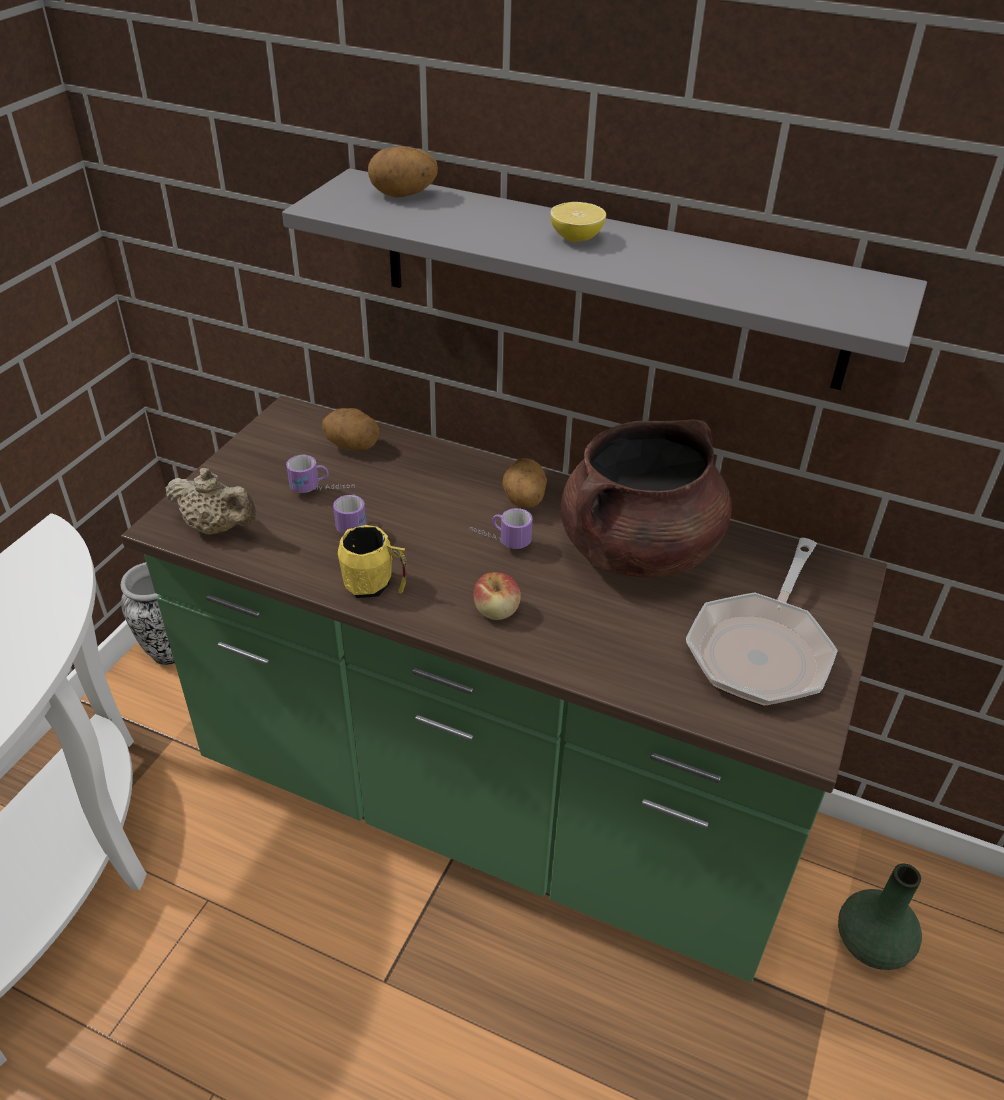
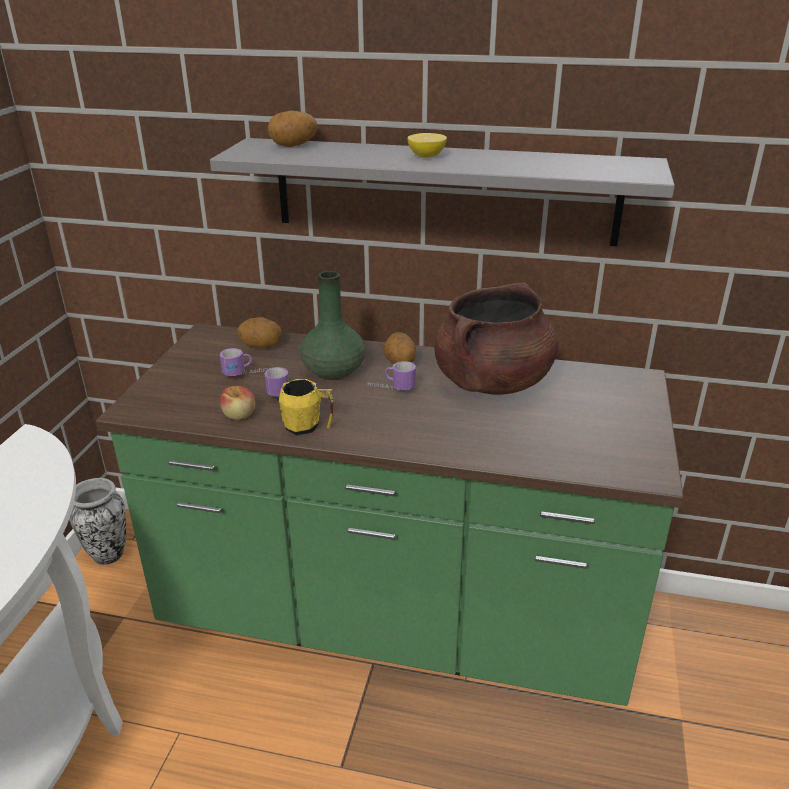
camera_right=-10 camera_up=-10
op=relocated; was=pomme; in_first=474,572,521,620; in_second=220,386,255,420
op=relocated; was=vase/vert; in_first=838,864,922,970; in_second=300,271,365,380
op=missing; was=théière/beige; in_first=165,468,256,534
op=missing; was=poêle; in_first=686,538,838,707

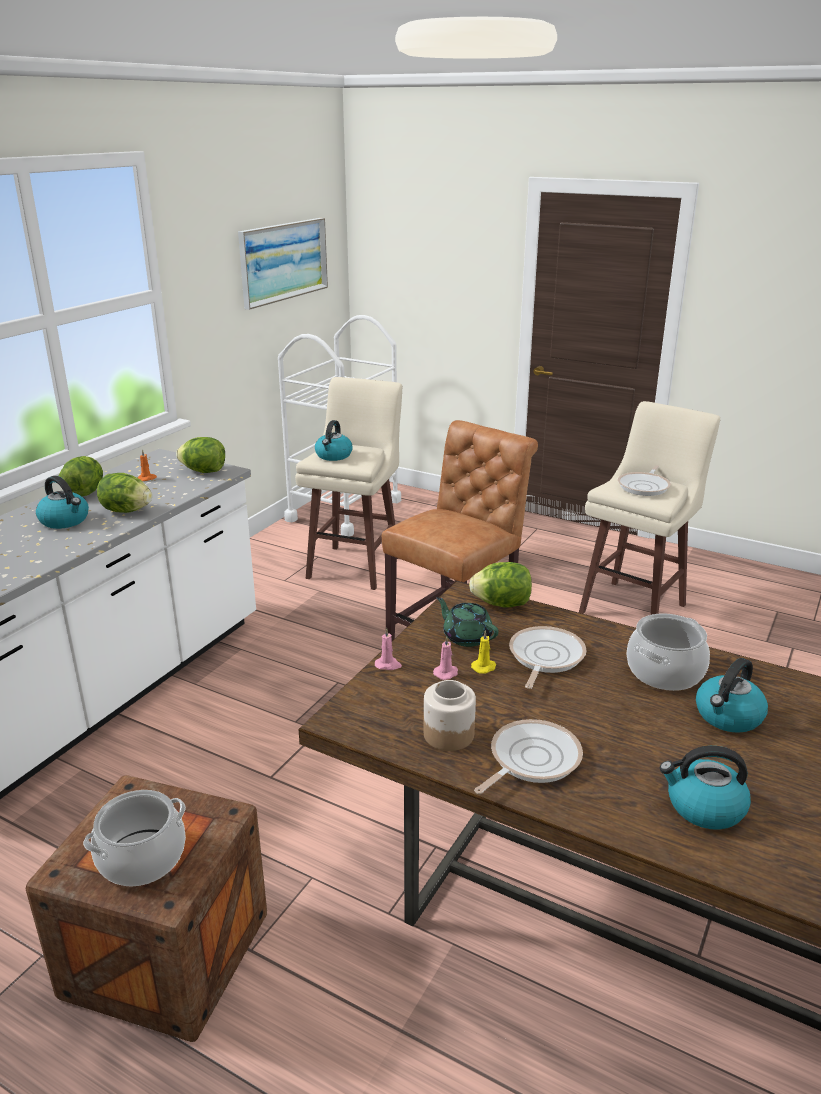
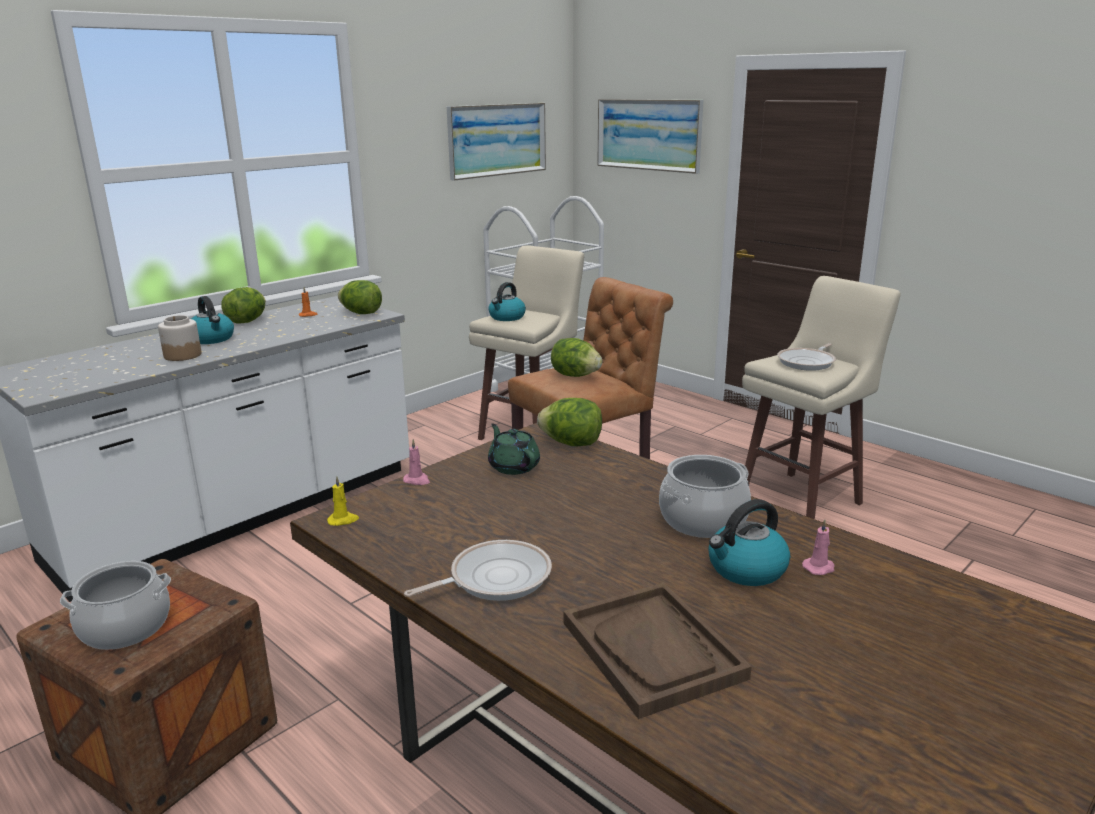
camera_right=15 camera_up=-5
op=relocated; was=bocal; in_first=424,680,476,751; in_second=158,315,202,361
op=relocated; was=bougie/jaune; in_first=471,630,496,674; in_second=327,476,359,526
op=relocated; was=laitue; in_first=97,473,152,513; in_second=551,338,602,377
op=exchanged; was=bouilloire; now=plateau/marron; in_first=660,746,751,830; in_second=563,582,751,719
op=appeared; now=tableau; in_second=597,99,704,174
op=relocated; was=bougie/rose; in_first=433,636,458,680; in_second=802,519,835,575
op=missing; was=poêle; in_first=509,626,587,689

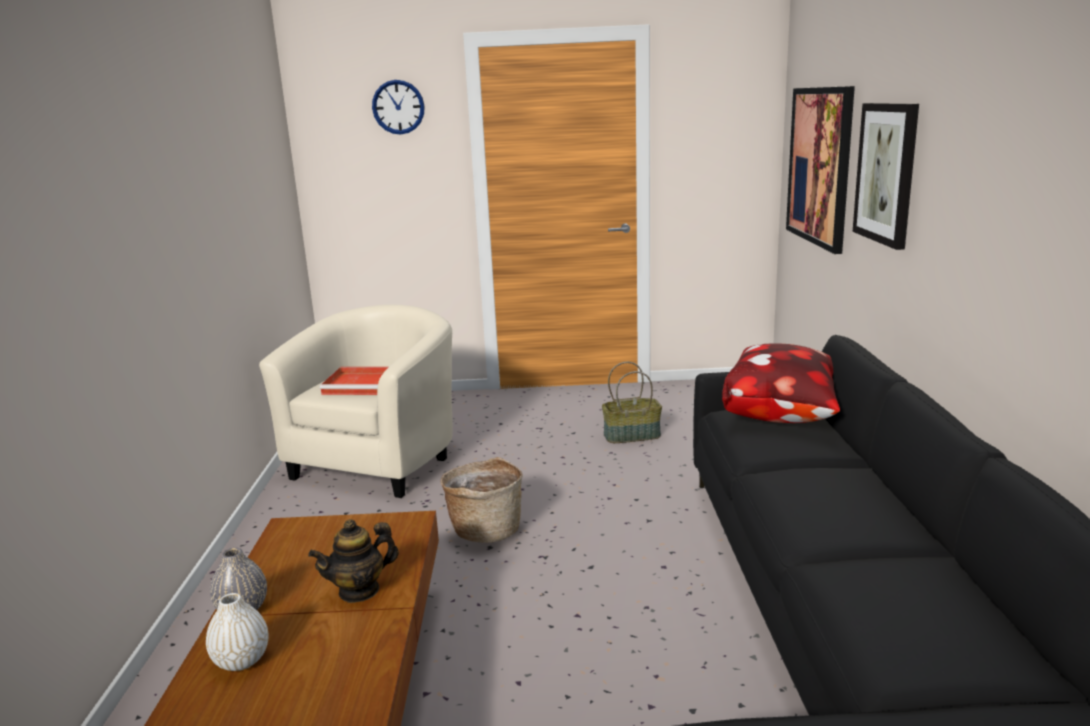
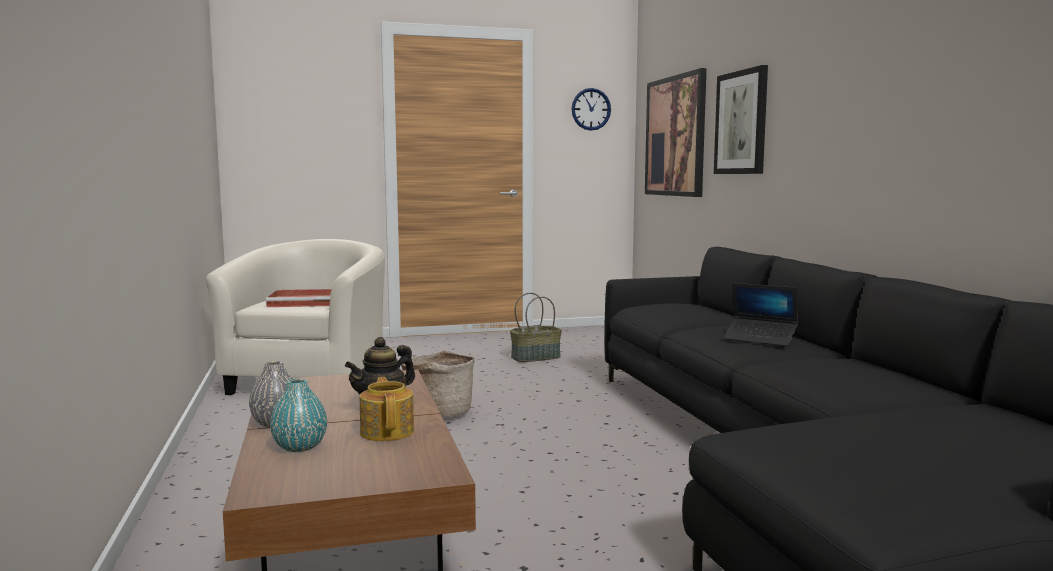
camera_right=-15 camera_up=-10
op=colour; was=vase/blanc; now=vase/turquoise; in_first=206,593,268,671; in_second=270,378,327,452
op=appeared; now=théière; in_second=360,377,414,441
op=relocated; was=horloge murale; in_first=372,80,425,135; in_second=571,88,611,131
op=appeared; now=ordinateur portable; in_second=724,283,798,346
op=missing; was=coussin; in_first=722,343,840,423

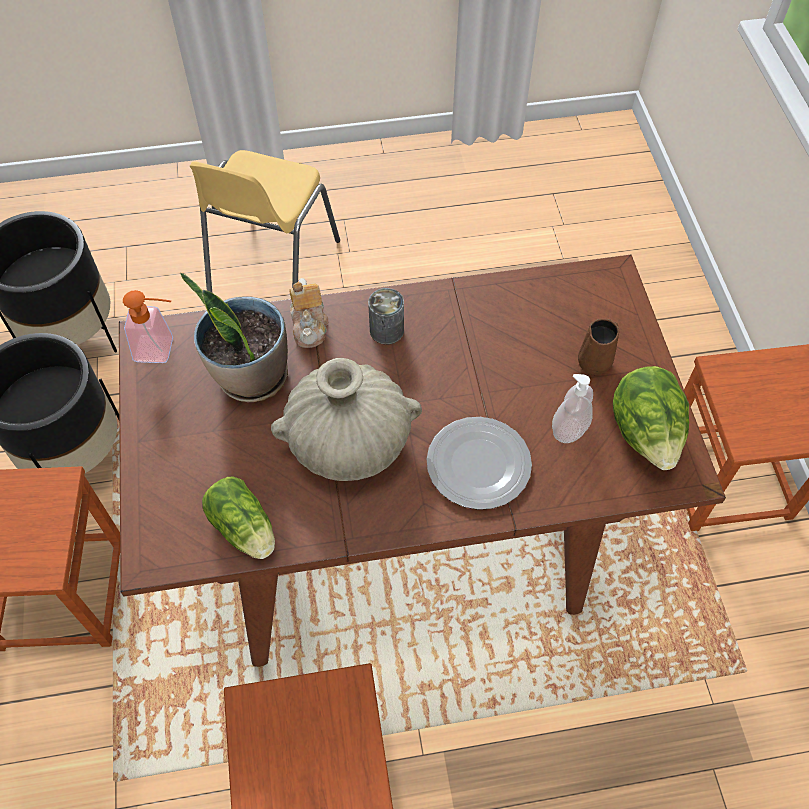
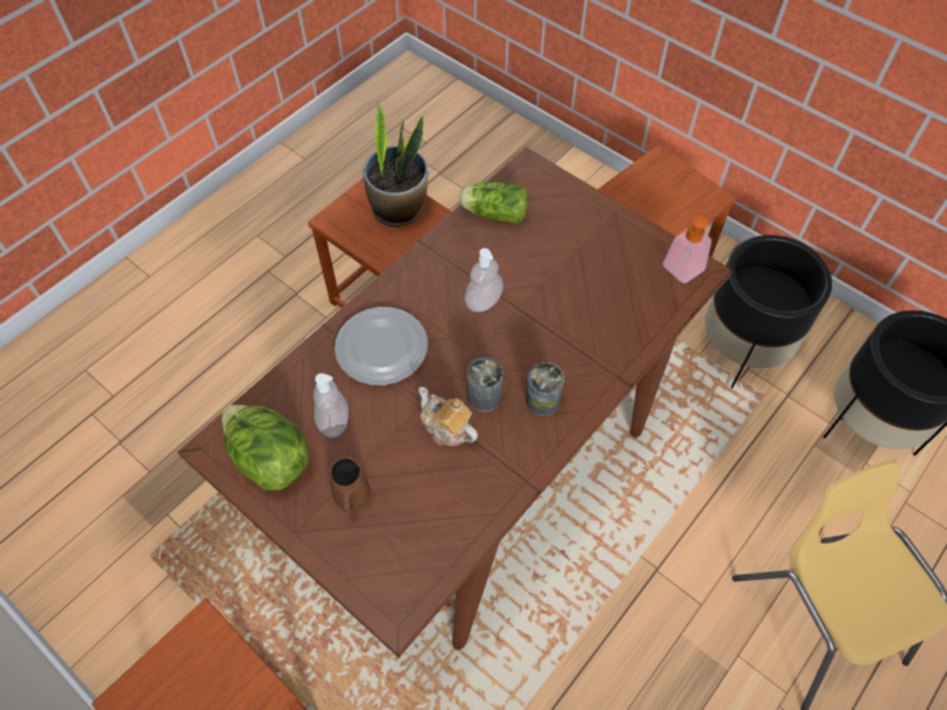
camera_right=140 camera_up=0
op=relocated; was=plante en pot; in_first=180,273,288,402; in_second=363,101,428,227
op=relocated; was=théière; in_first=289,278,329,348; in_second=418,387,478,446
op=exchanged; was=vase/beige; now=distributeur de savon; in_first=271,358,422,481; in_second=464,248,503,312
op=appeared; now=boîte métallique; in_second=467,358,503,412

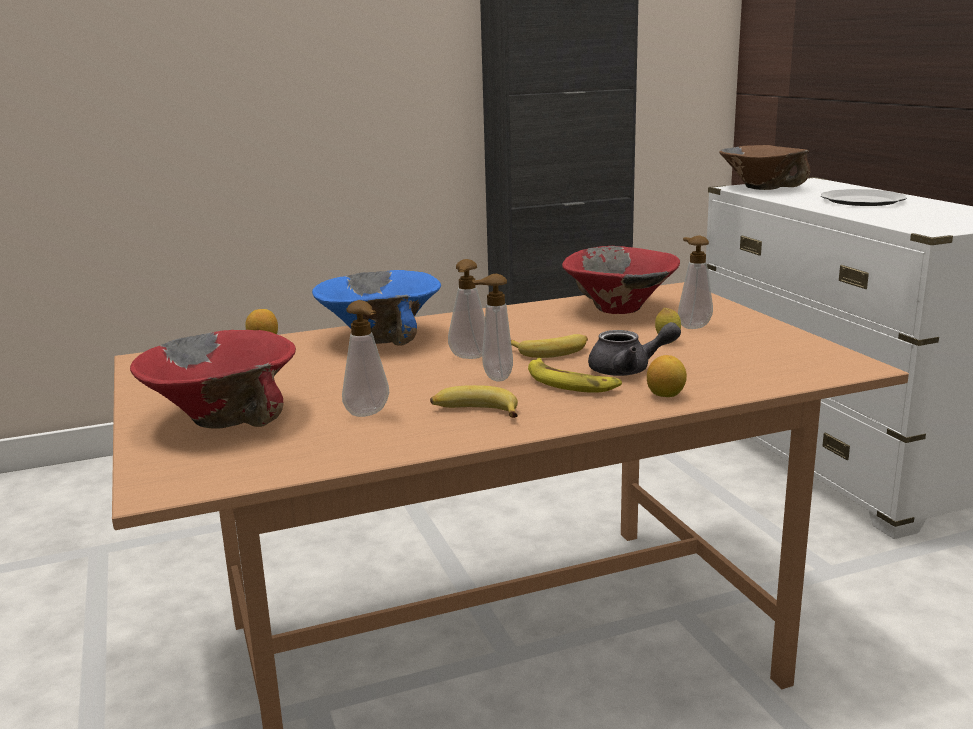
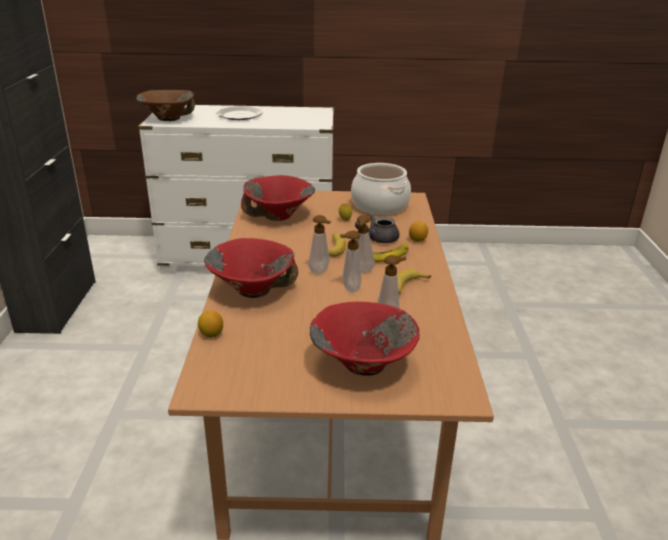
camera_right=-70 camera_up=10
op=colour; was=bol/bleu; now=bol/rouge; in_first=312,270,441,346; in_second=204,238,298,298
op=relocated; was=distributeur de savon; in_first=678,236,713,329; in_second=340,230,361,293
op=appeared; now=marmite; in_second=351,163,411,215
op=spun; was=théière/gris; in_first=588,322,681,376; in_second=355,214,399,243; clockwise=-135

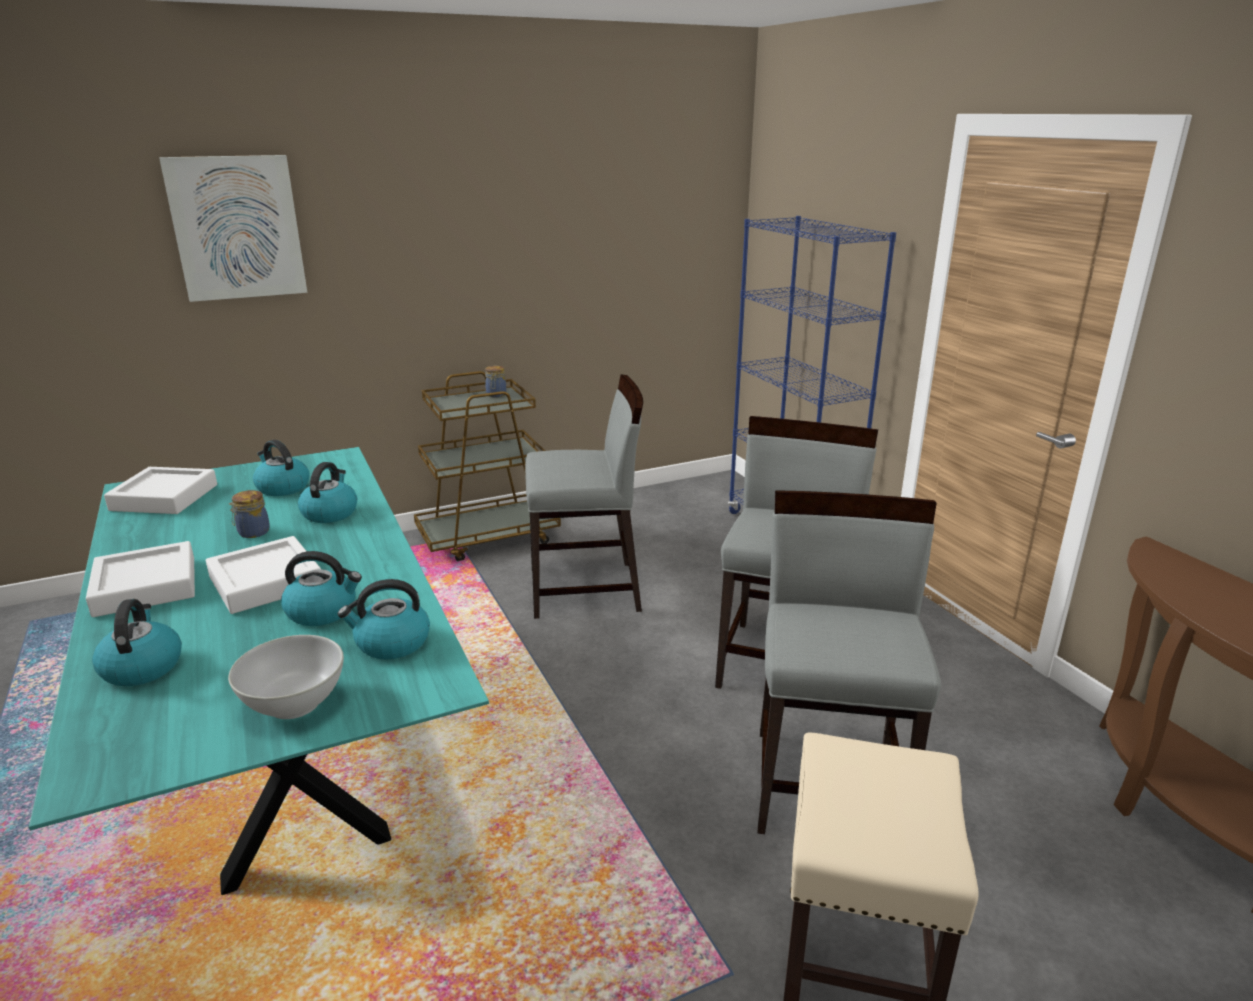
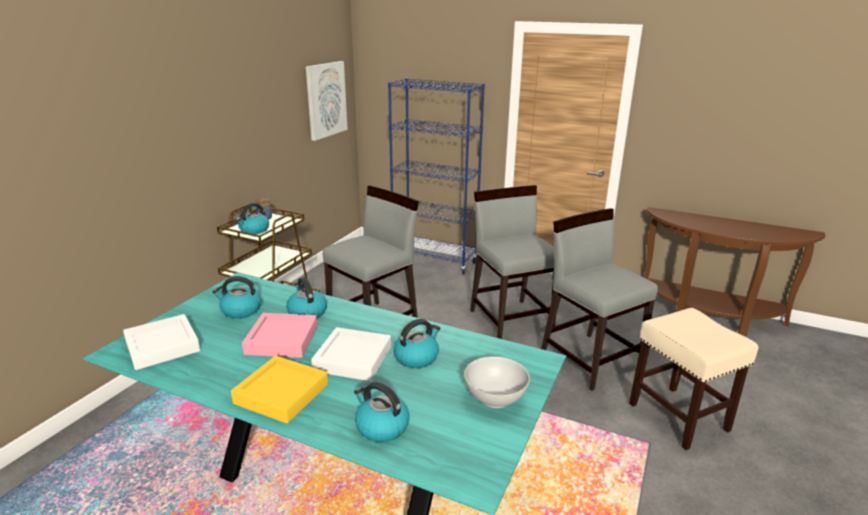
camera_right=-40 camera_up=0
op=colour; was=plateau/blanc; now=plateau/jaune; in_first=86,541,195,617; in_second=231,356,328,423
op=relocated; was=bouilloire; in_first=338,579,430,660; in_second=236,203,269,234
op=exchanged; was=bocal; now=plateau/rose; in_first=229,490,270,538; in_second=242,313,318,358
op=relocated; was=tableau; in_first=159,155,307,302; in_second=306,61,348,141

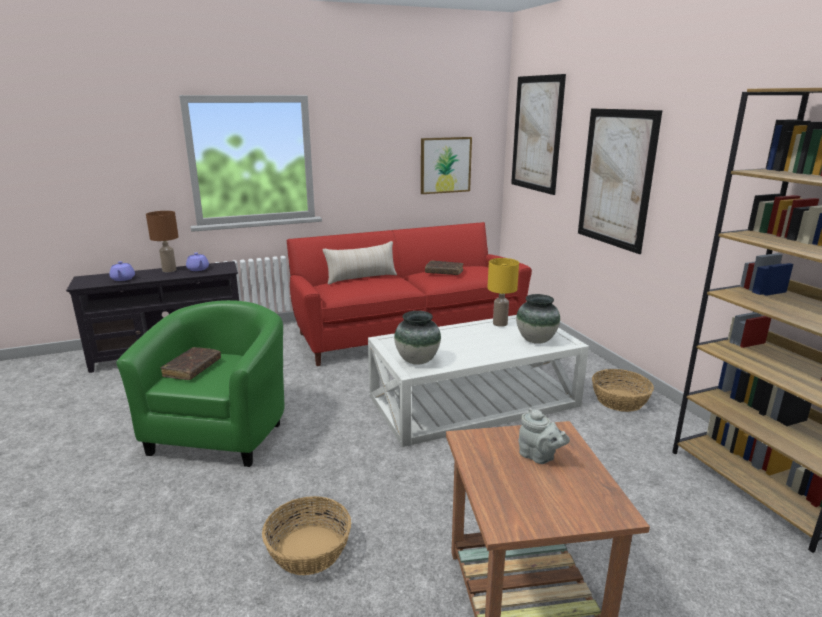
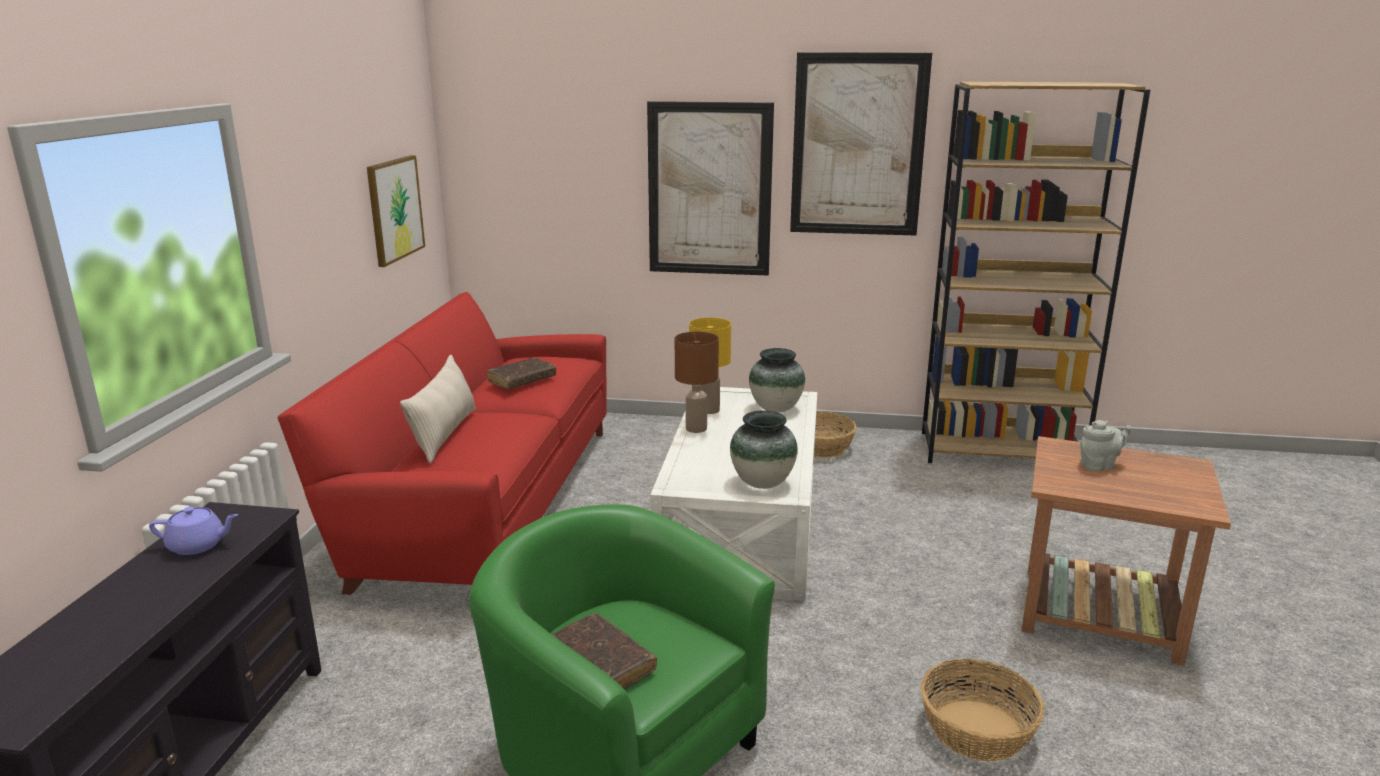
camera_right=-60 camera_up=0
op=relocated; was=lampe de table/marron; in_first=146,211,179,272; in_second=675,332,719,433
op=relocated; was=tableau; in_first=511,74,566,195; in_second=790,52,932,236
op=missing; was=théière/violet; in_first=109,261,135,281

